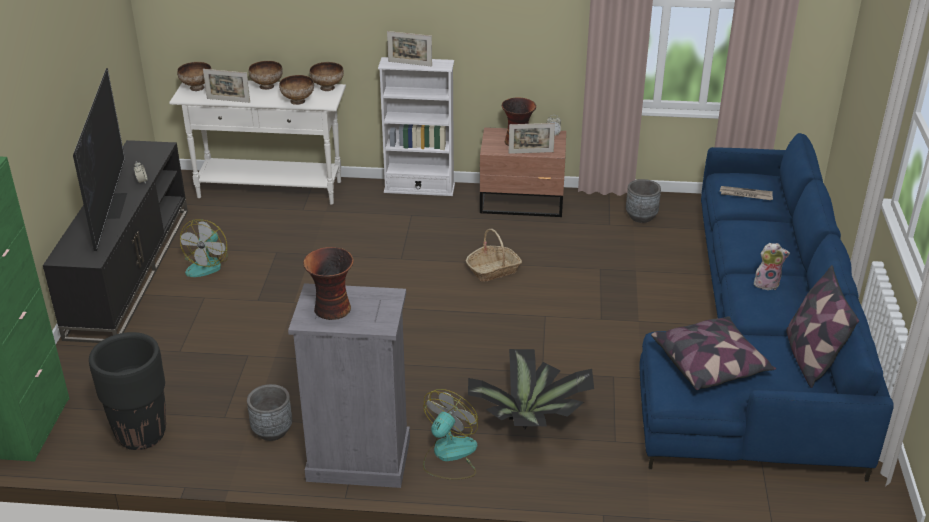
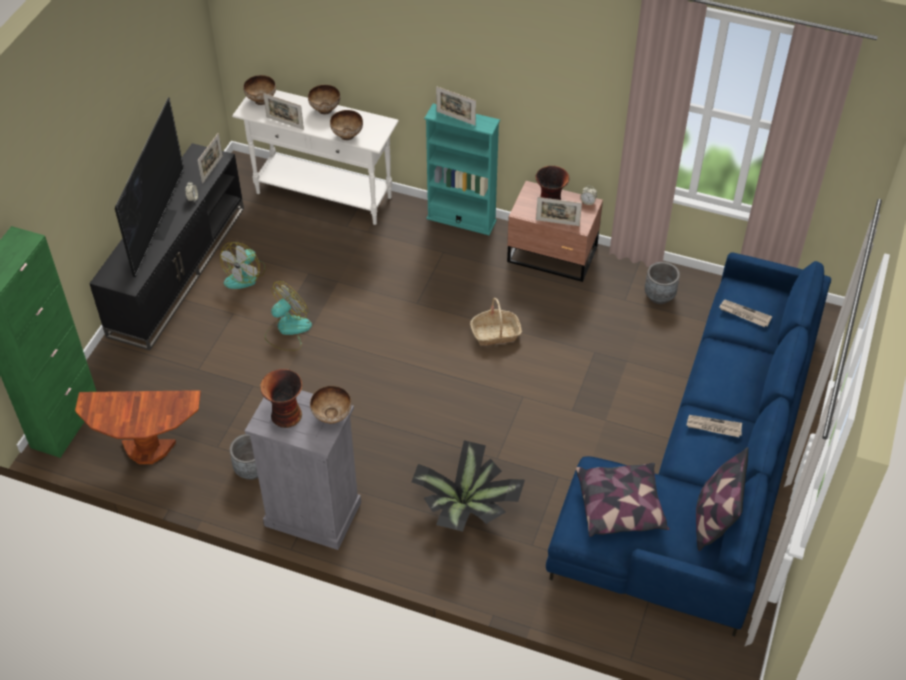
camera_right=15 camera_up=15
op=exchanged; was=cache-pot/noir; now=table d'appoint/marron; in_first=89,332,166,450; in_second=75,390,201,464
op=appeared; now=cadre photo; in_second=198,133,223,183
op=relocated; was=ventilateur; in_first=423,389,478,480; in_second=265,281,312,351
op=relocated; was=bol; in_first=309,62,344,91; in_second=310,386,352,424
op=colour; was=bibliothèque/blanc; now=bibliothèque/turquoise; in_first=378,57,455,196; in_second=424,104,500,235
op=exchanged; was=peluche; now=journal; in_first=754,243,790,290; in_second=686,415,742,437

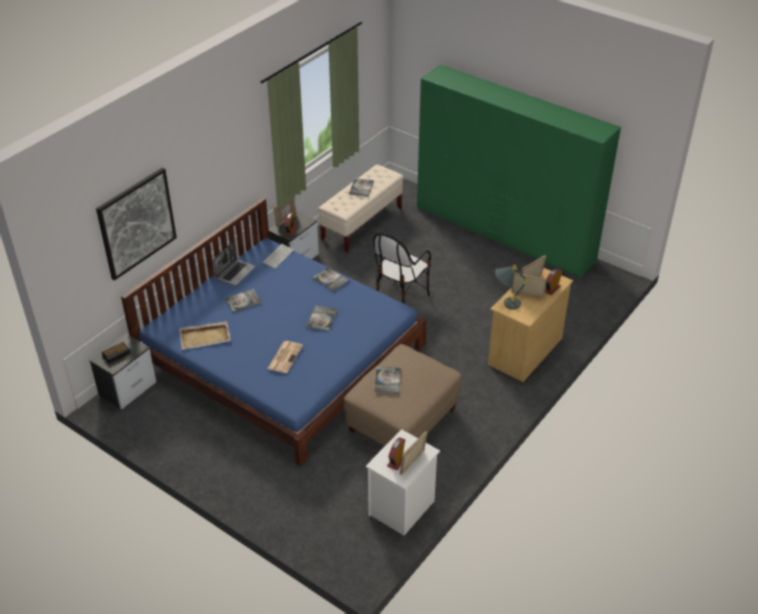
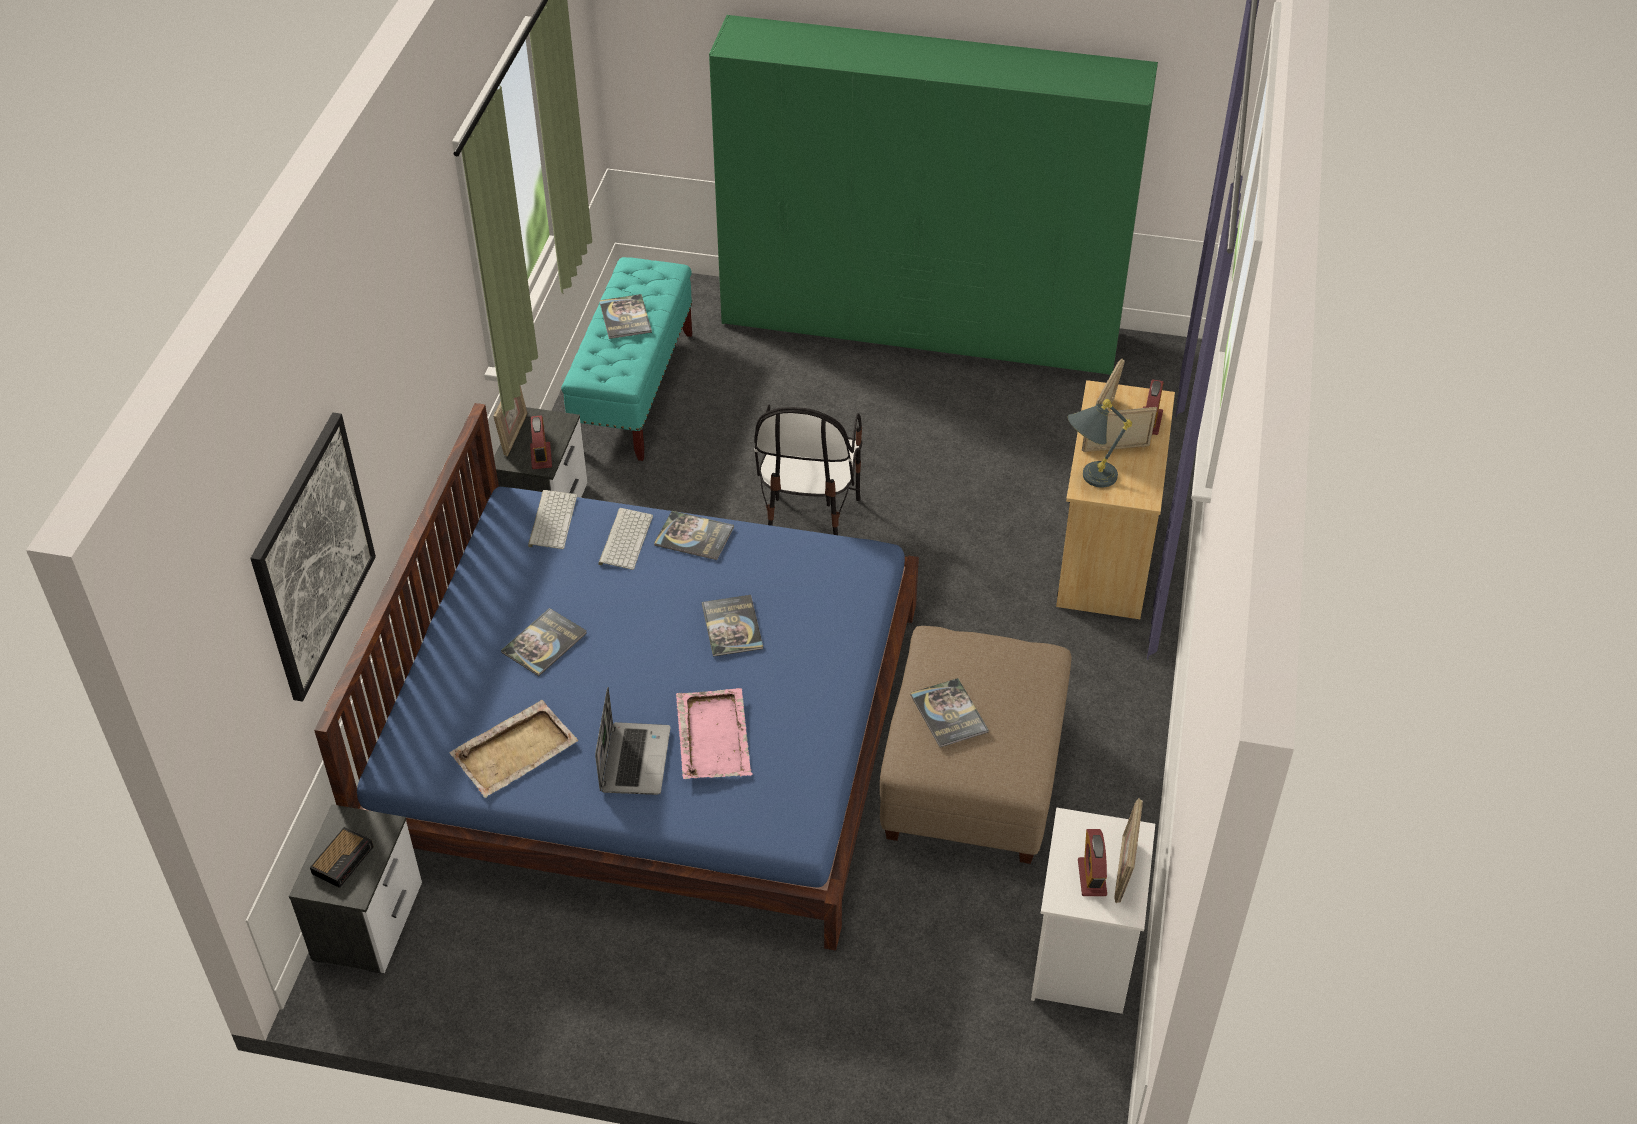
camera_right=-25 camera_up=5
op=colour; was=banc/beige; now=banc/turquoise; in_first=318,165,404,252; in_second=561,257,692,461
op=relocated; was=ordinateur portable; in_first=213,241,256,286; in_second=595,687,671,795
op=appeared; now=clavier; in_second=598,508,653,570
op=exchanged; was=journal; now=plateau/rose; in_first=267,341,303,373; in_second=676,688,752,779

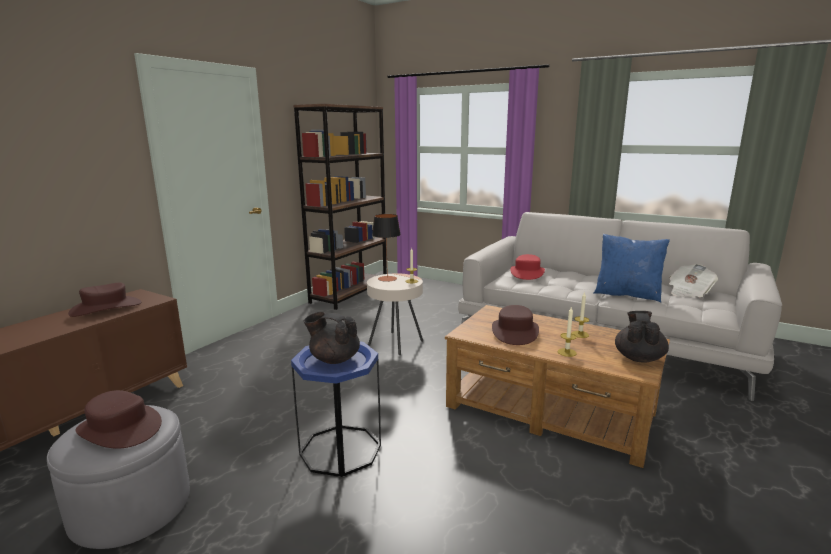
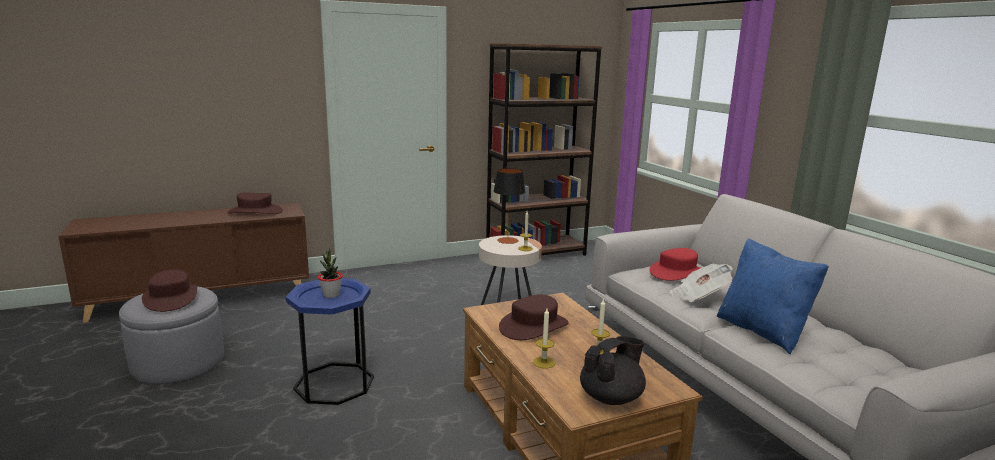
camera_right=35 camera_up=0
op=exchanged; was=théière/noir; now=plante en pot; in_first=304,312,360,364; in_second=318,248,343,298
op=relocated; was=journal; in_first=669,264,718,297; in_second=669,264,733,302

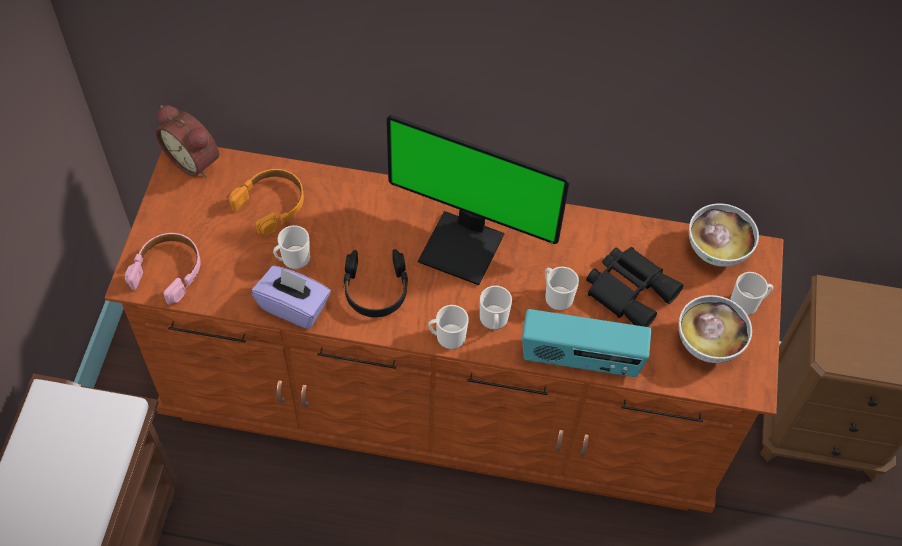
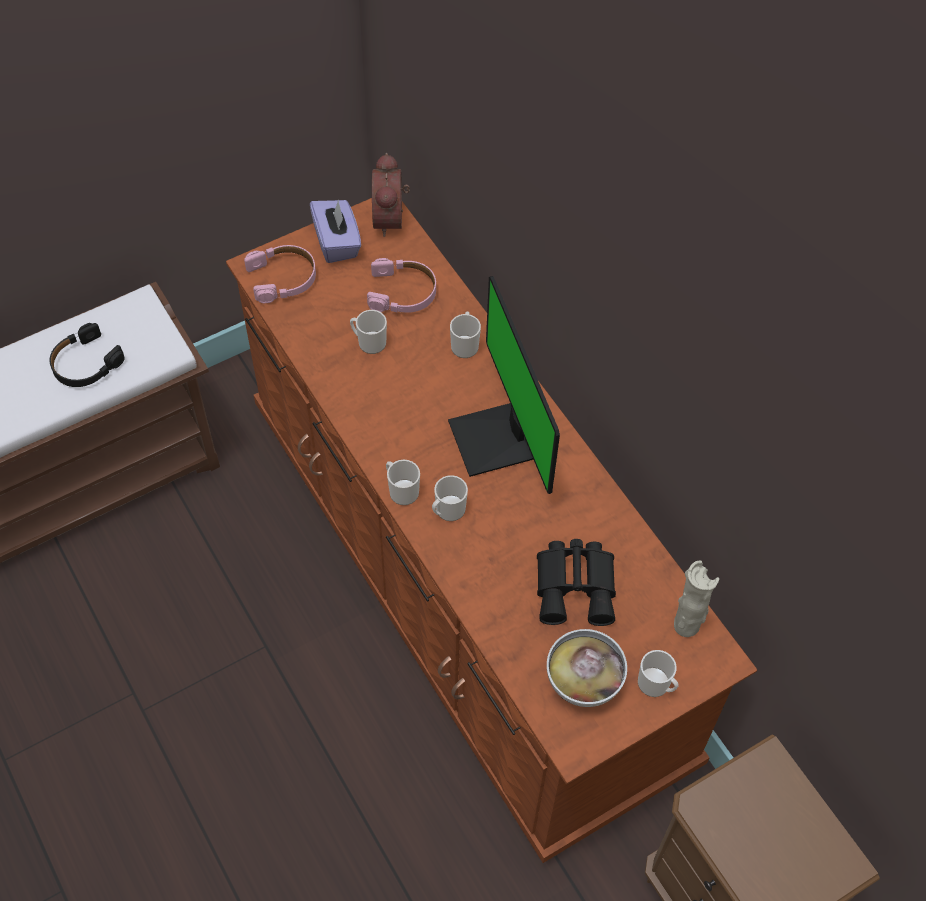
camera_right=50 camera_up=0
op=relocated; was=casque audio/noir; in_first=343,249,408,318; in_second=50,323,125,387
op=relocated; was=boîte à mouchoirs/violet; in_first=252,266,331,329; in_second=310,199,361,263
op=colour; was=casque audio/orange; now=casque audio/rose; in_first=229,169,304,235; in_second=367,258,436,313
op=relocated; was=mug; in_first=545,267,579,311; in_second=450,311,481,358
op=exchanged; was=bol; now=vase/beige; in_first=689,203,759,267; in_second=674,561,719,637
op=missing; was=radio; in_first=522,309,651,377

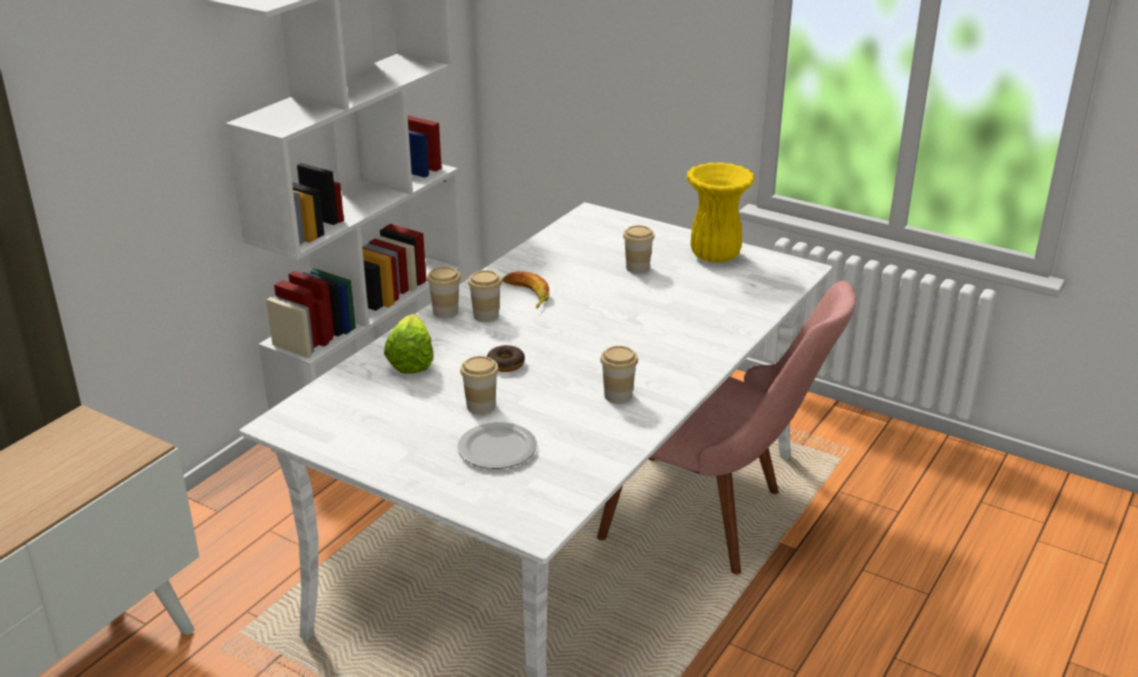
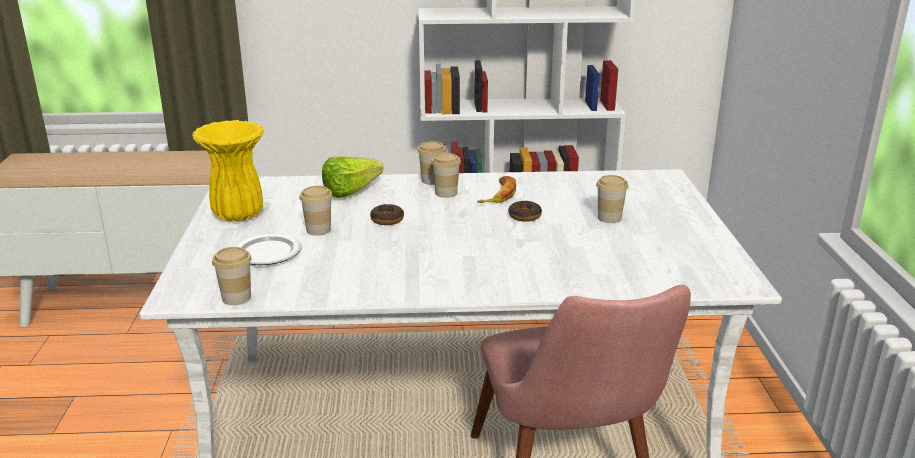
camera_right=55 camera_up=-5
op=relocated; was=vase/jaune; in_first=686,162,755,263; in_second=192,120,264,221
op=relocated; was=tasse; in_first=600,346,638,404; in_second=212,247,252,305
op=appeared; now=beignet; in_second=508,201,542,222

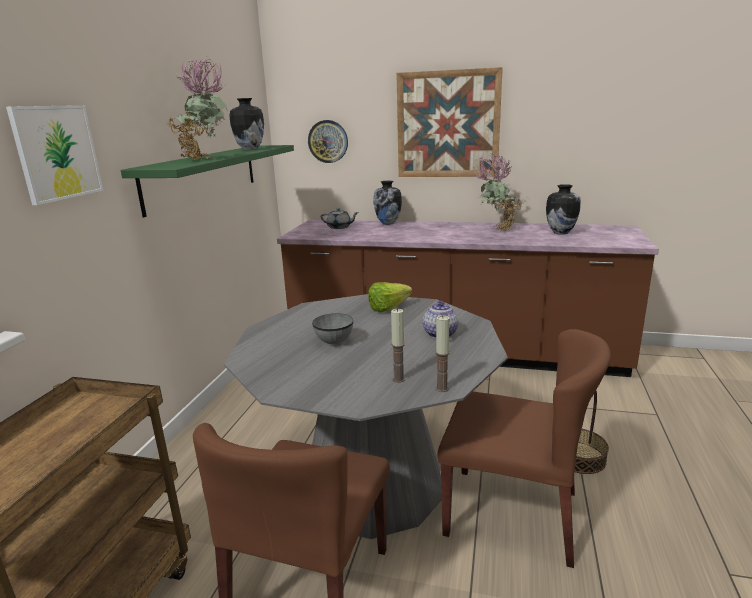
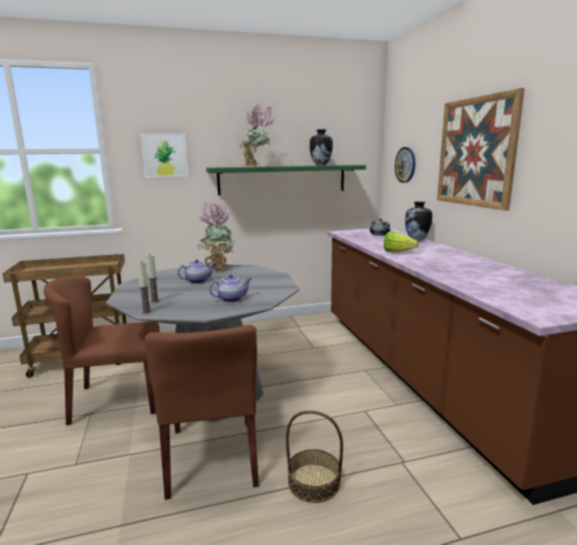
camera_right=60 camera_up=-5
op=exchanged; was=bol/gris; now=théière; in_first=312,313,353,347; in_second=178,259,215,284
op=relocated; was=plante en pot; in_first=475,153,523,231; in_second=196,201,234,271
op=relocated; was=laitue; in_first=368,282,412,312; in_second=384,231,419,252
op=missing; was=vase; in_first=546,184,581,235

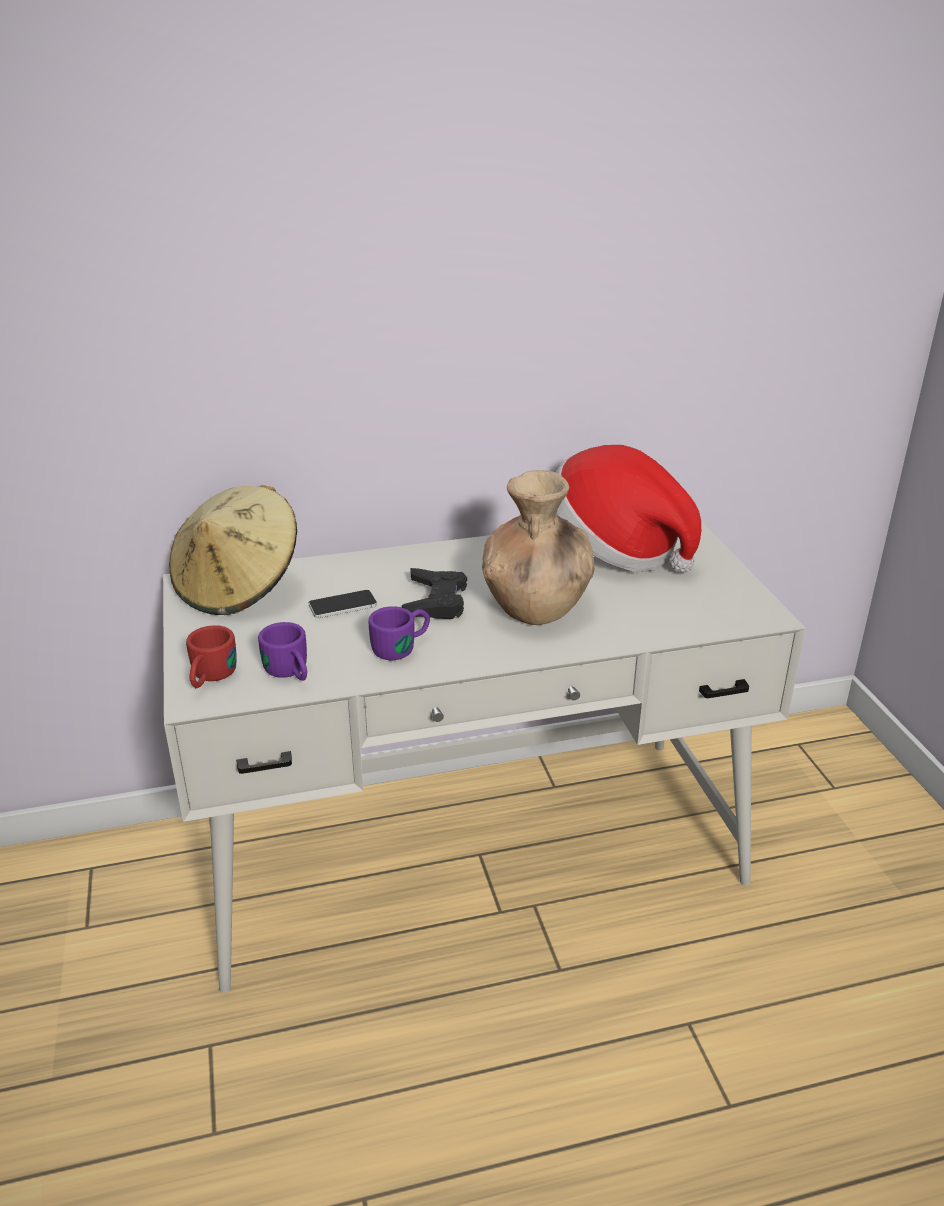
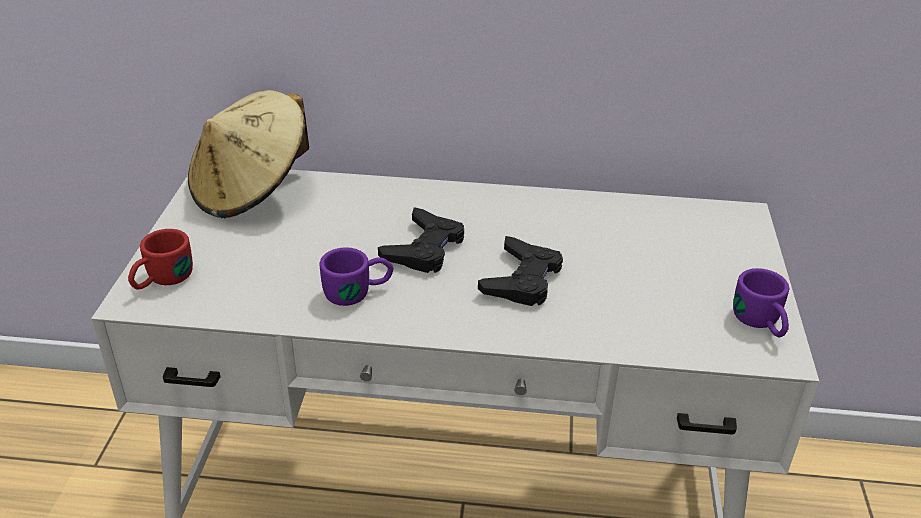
camera_right=20 camera_up=5
op=exchanged; was=vase/marron; now=manette/noir; in_first=482,470,595,625; in_second=478,236,563,306
op=relocated; was=mug/violet; in_first=258,622,307,681; in_second=733,268,790,338
op=missing; was=téléphone; in_first=309,590,377,618
op=missing; was=chapeau; in_first=555,445,701,573

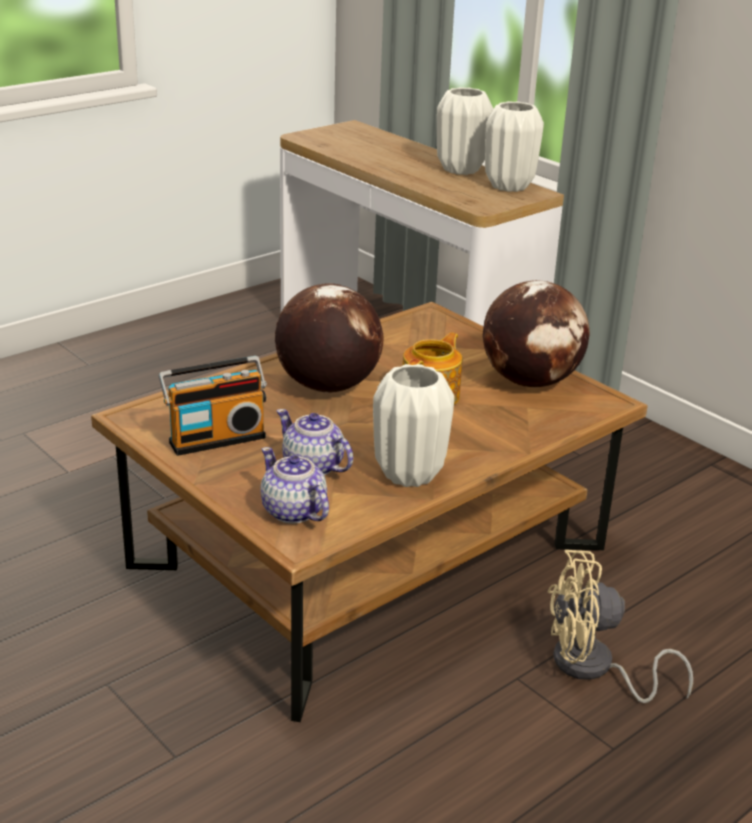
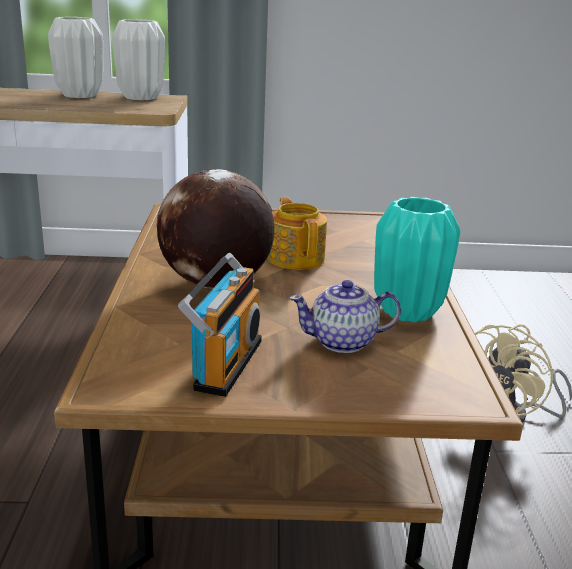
camera_right=-50 camera_up=-5
op=colour; was=vase/blanc; now=vase/turquoise; in_first=373,364,455,487; in_second=374,197,461,322
op=missing; was=théière; in_first=260,447,329,524
op=missing; was=globe; in_first=483,280,590,388

